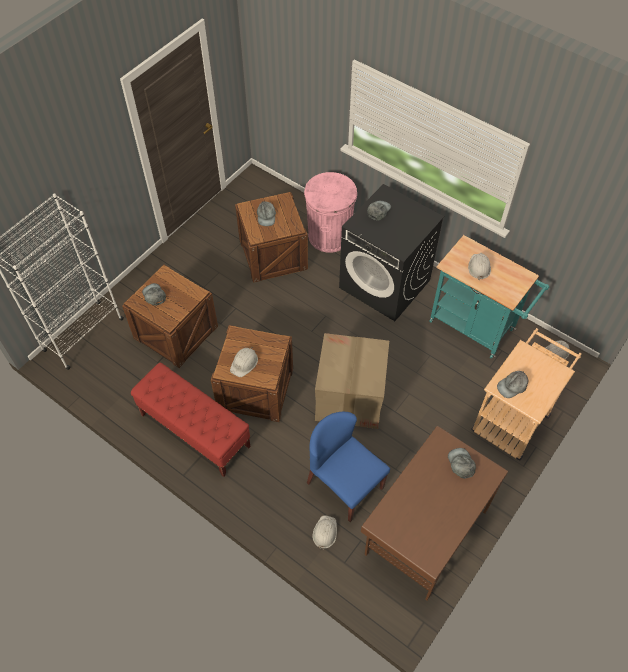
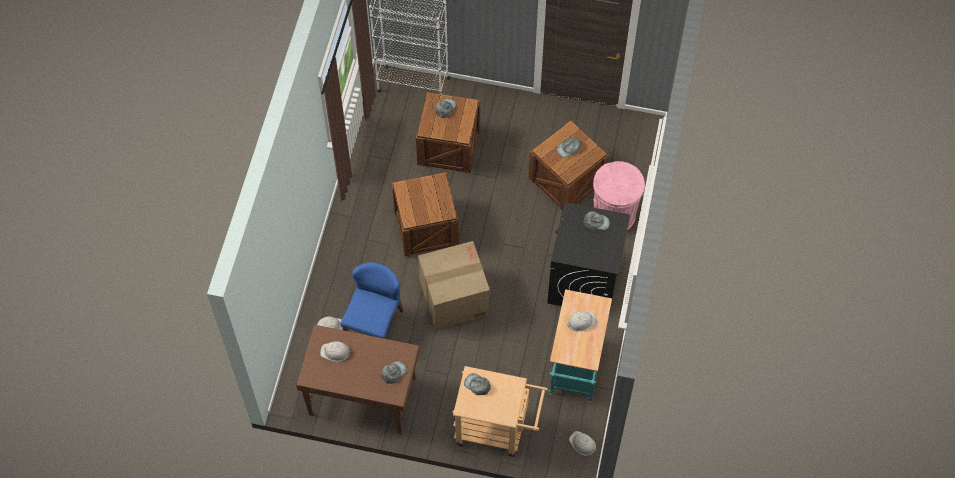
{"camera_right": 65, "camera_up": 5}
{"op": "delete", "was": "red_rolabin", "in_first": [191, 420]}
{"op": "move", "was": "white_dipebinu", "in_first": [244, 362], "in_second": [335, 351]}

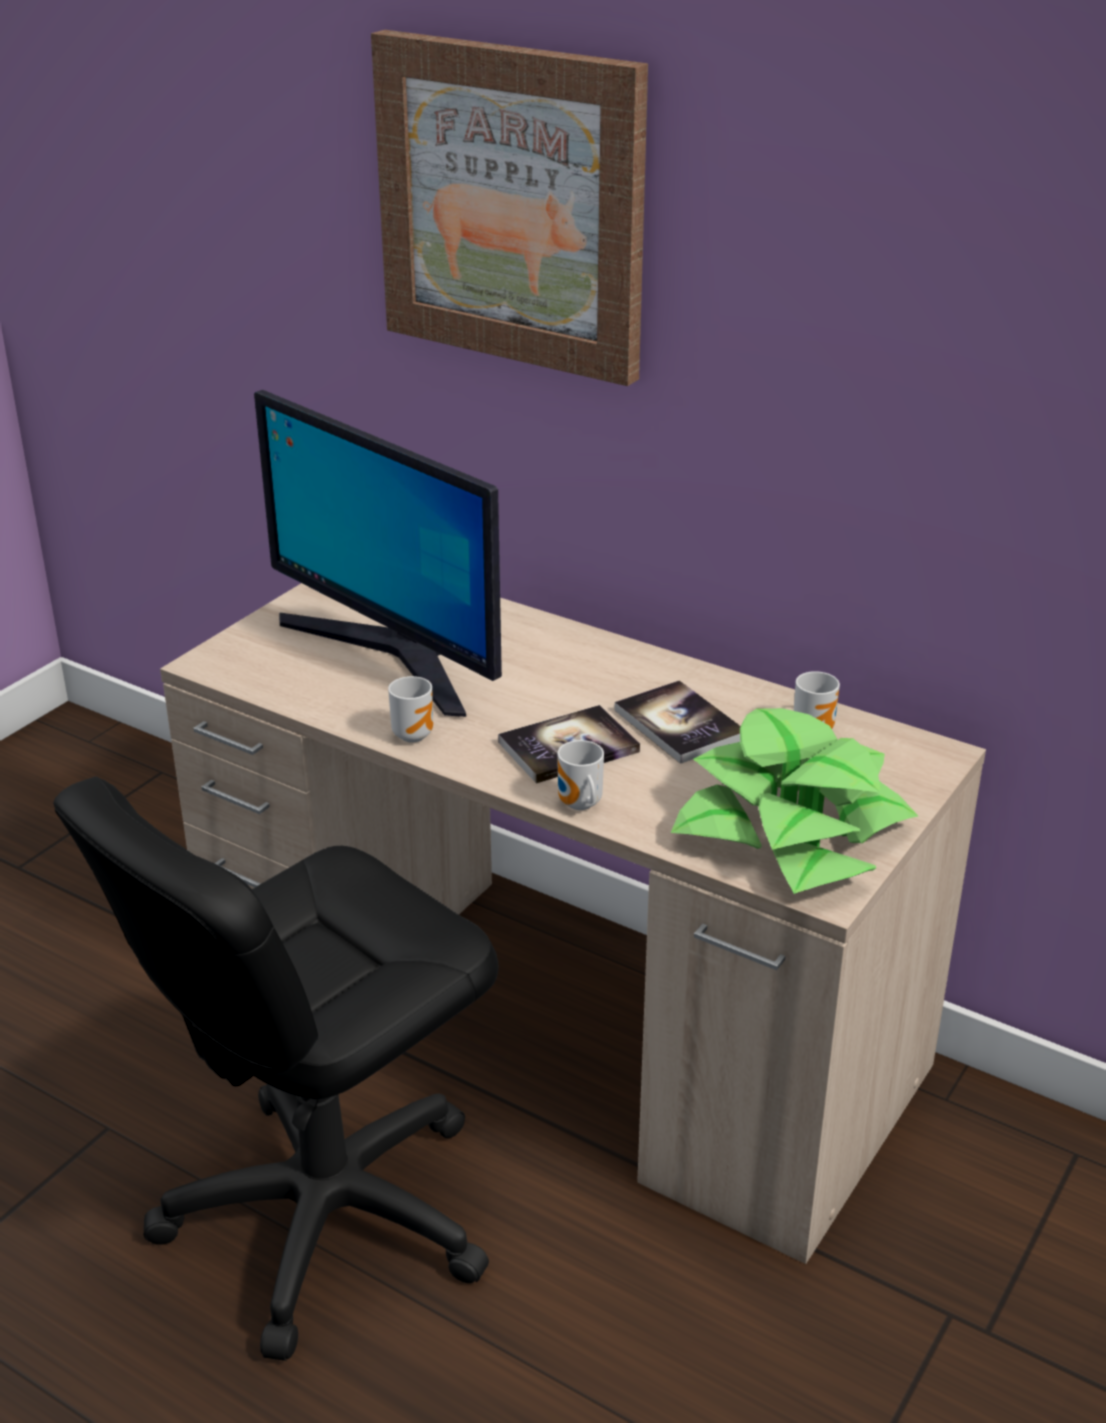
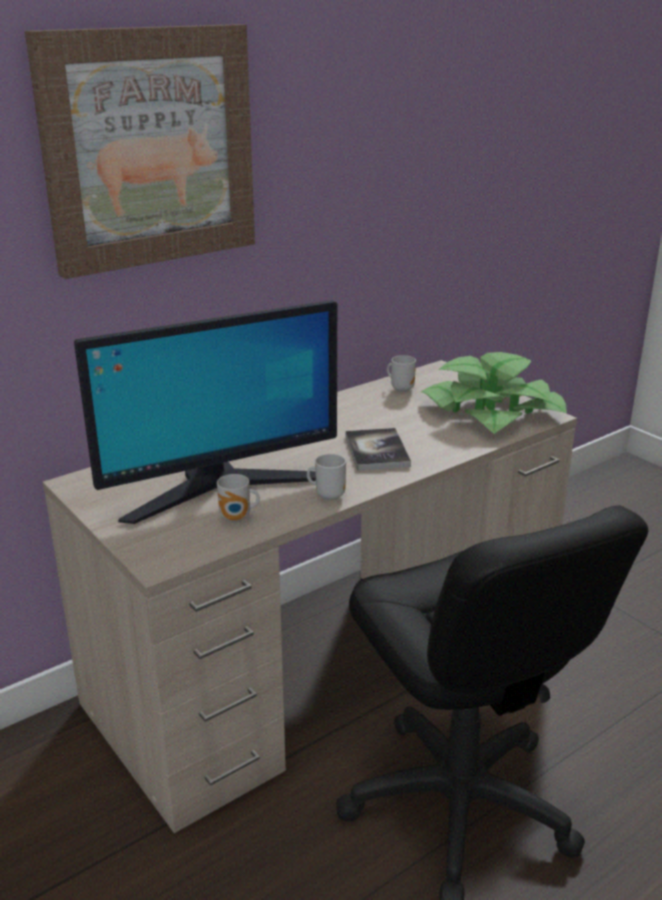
{"camera_right": -70, "camera_up": -5}
{"op": "delete", "was": "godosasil", "in_first": [677, 722]}
{"op": "move", "was": "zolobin", "in_first": [580, 775], "in_second": [238, 498]}

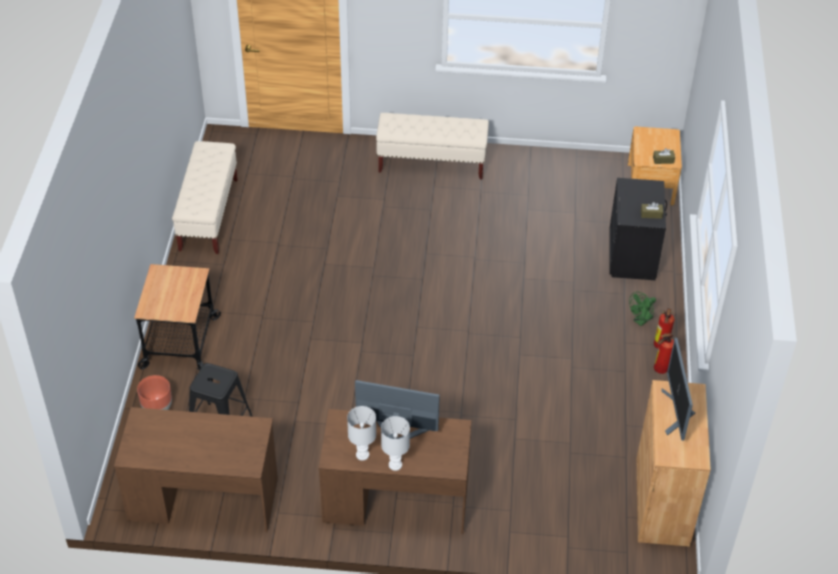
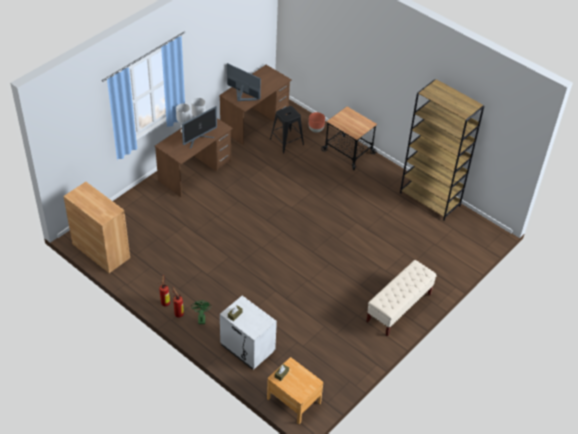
{"camera_right": 125, "camera_up": 0}
{"op": "move", "was": "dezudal", "in_first": [678, 389], "in_second": [244, 82]}
{"op": "replace", "was": "beige_rolabin", "now": "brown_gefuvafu", "in_first": [205, 197], "in_second": [442, 150]}
{"op": "recolor", "was": "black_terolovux", "now": "white_terolovux", "in_first": [638, 229], "in_second": [248, 333]}

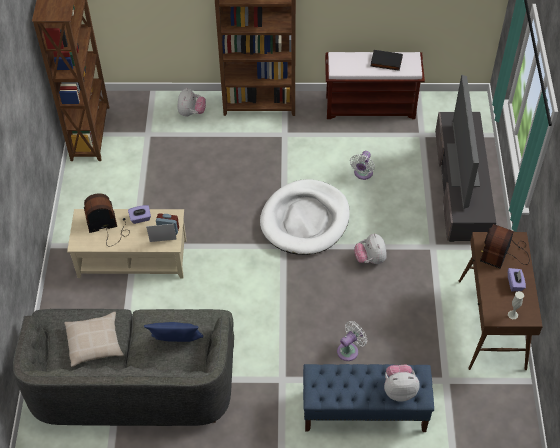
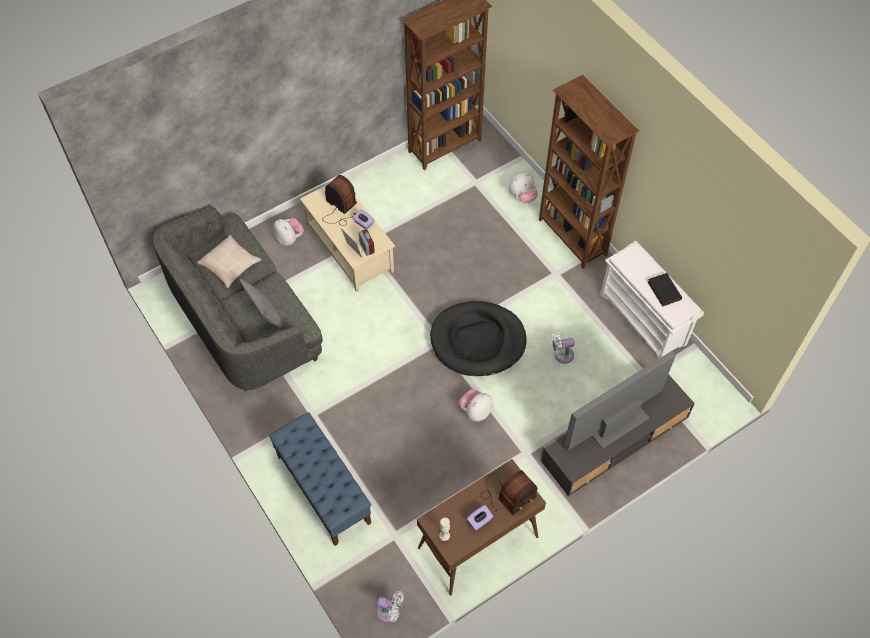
{"camera_right": 55, "camera_up": 5}
{"op": "move", "was": "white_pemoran", "in_first": [352, 341], "in_second": [390, 607]}
{"op": "move", "was": "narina", "in_first": [402, 383], "in_second": [288, 232]}
{"op": "recolor", "was": "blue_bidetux", "now": "grey_bidetux", "in_first": [173, 332], "in_second": [261, 304]}
{"op": "recolor", "was": "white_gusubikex", "now": "black_gusubikex", "in_first": [305, 217], "in_second": [478, 338]}
{"op": "recolor", "was": "brown_rolabin", "now": "white_rolabin", "in_first": [375, 85], "in_second": [652, 300]}
{"op": "rotate", "was": "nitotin", "in_first": [505, 246], "in_second": [509, 492], "clockwise": 150}

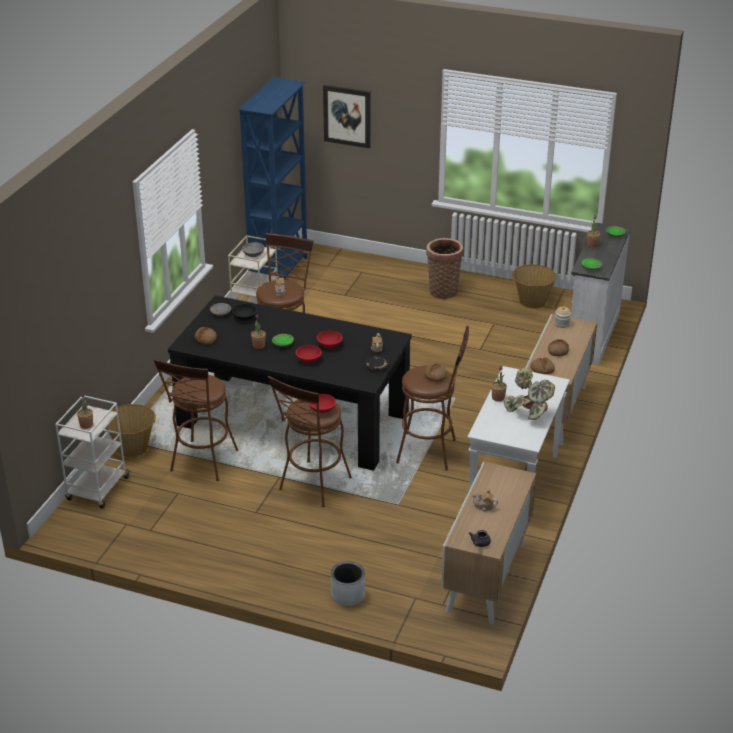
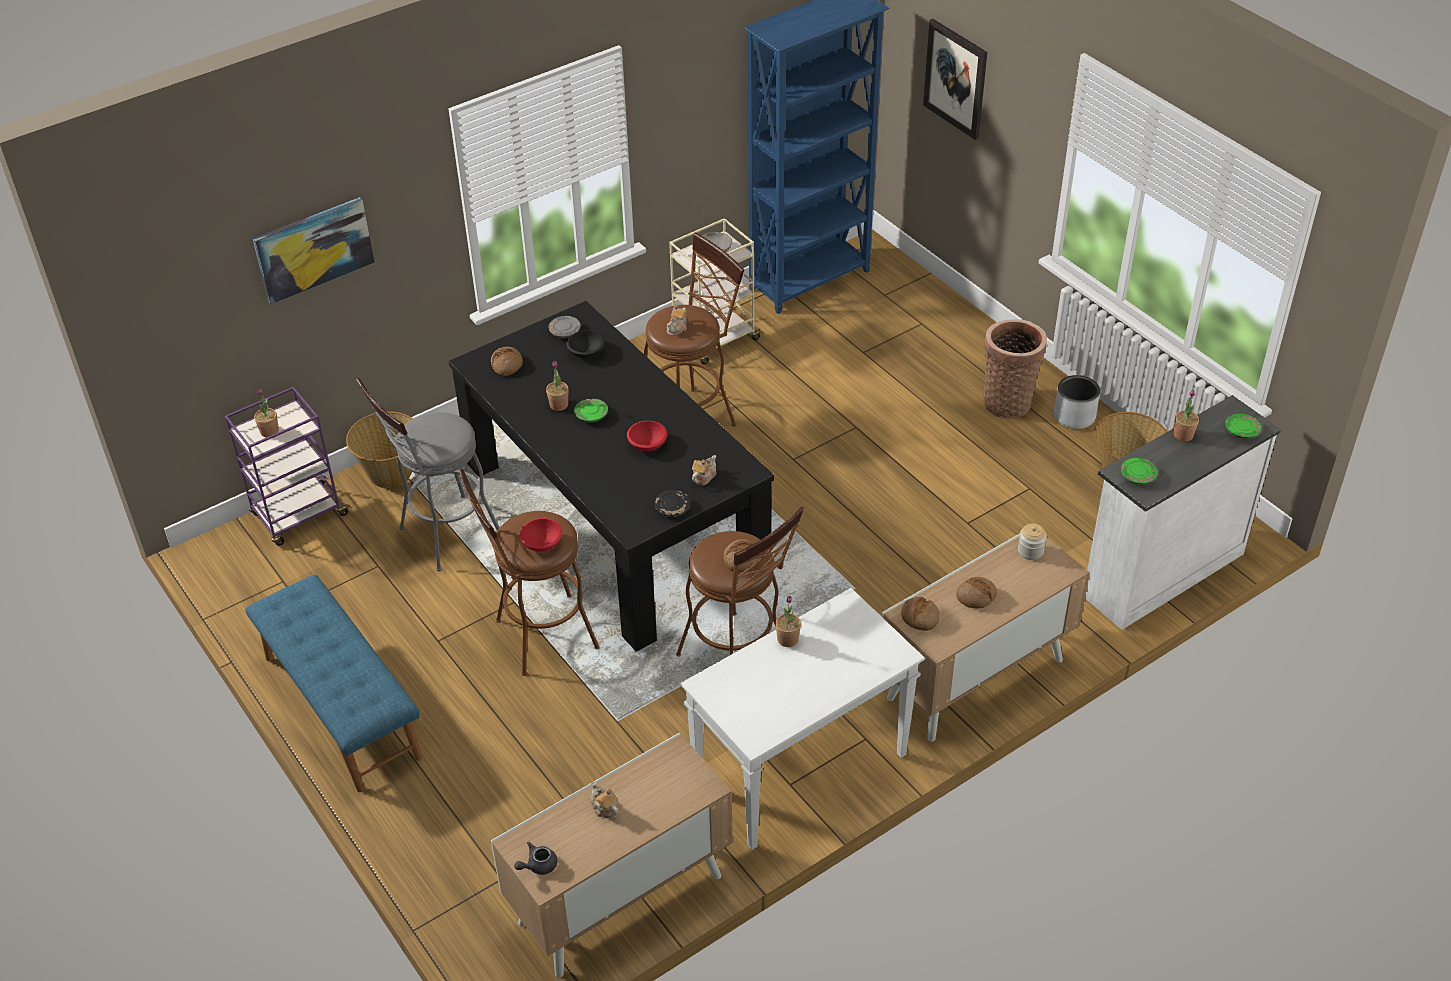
{"camera_right": 35, "camera_up": 10}
{"op": "delete", "was": "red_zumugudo", "in_first": [309, 354]}
{"op": "delete", "was": "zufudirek", "in_first": [529, 394]}
{"op": "insert", "now": "blue_rolabin", "in_second": [334, 683]}
{"op": "insert", "now": "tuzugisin", "in_second": [314, 250]}
{"op": "move", "was": "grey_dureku", "in_first": [348, 583], "in_second": [1077, 402]}
{"op": "recolor", "was": "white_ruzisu", "now": "purple_ruzisu", "in_first": [92, 452], "in_second": [288, 466]}
{"op": "recolor", "was": "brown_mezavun", "now": "grey_mezavun", "in_first": [196, 420], "in_second": [428, 474]}

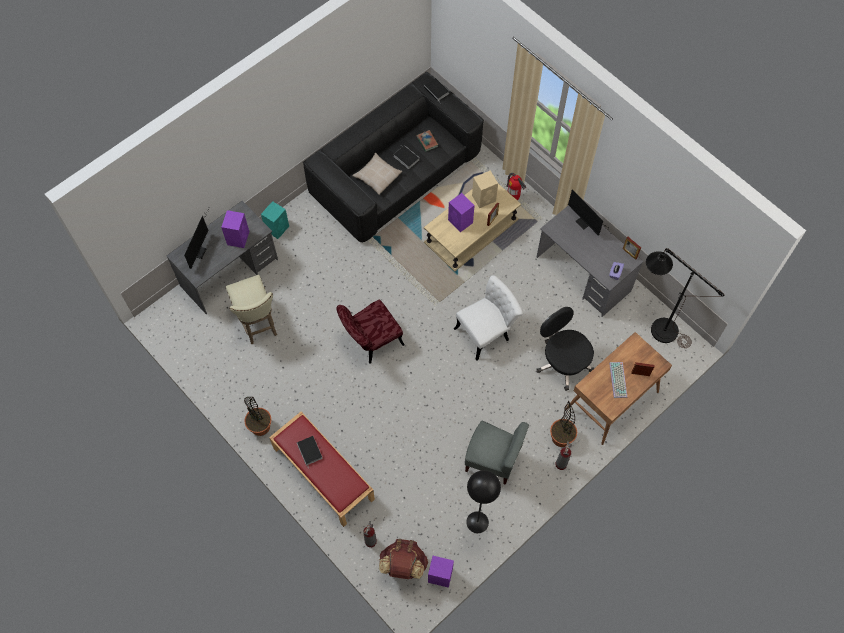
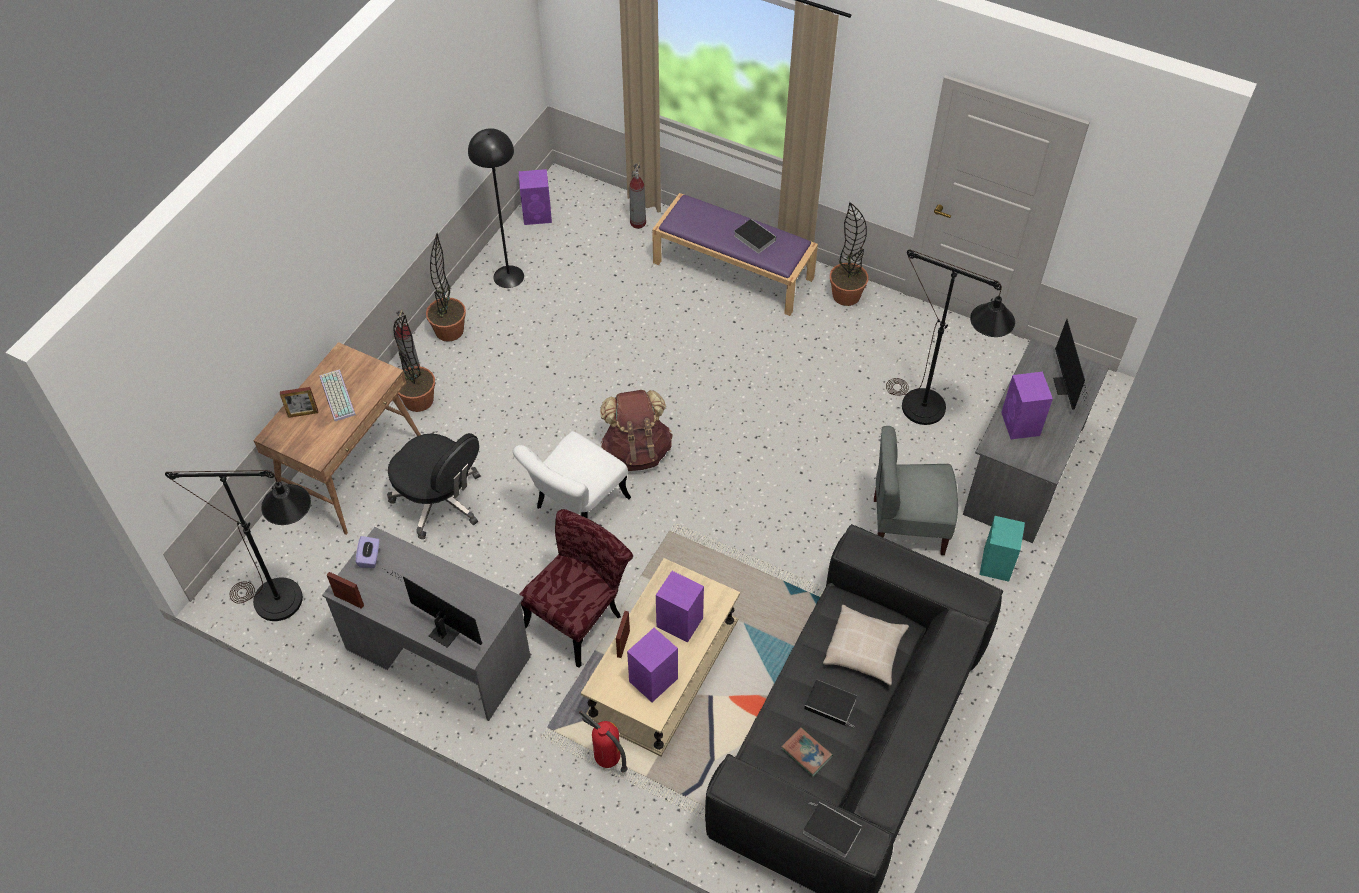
{"camera_right": 160, "camera_up": -10}
{"op": "insert", "now": "zufudirek", "in_second": [446, 287]}
{"op": "move", "was": "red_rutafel", "in_first": [370, 331], "in_second": [576, 588]}
{"op": "move", "was": "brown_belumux", "in_first": [403, 559], "in_second": [636, 430]}
{"op": "move", "was": "grey_rutafel", "in_first": [497, 453], "in_second": [916, 490]}
{"op": "replace", "was": "beige_mezavun", "now": "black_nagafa", "in_first": [251, 309], "in_second": [950, 337]}
{"op": "recolor", "was": "red_rolabin", "now": "purple_rolabin", "in_first": [322, 469], "in_second": [735, 254]}
{"op": "recolor", "was": "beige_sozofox", "now": "purple_sozofox", "in_first": [485, 189], "in_second": [652, 665]}

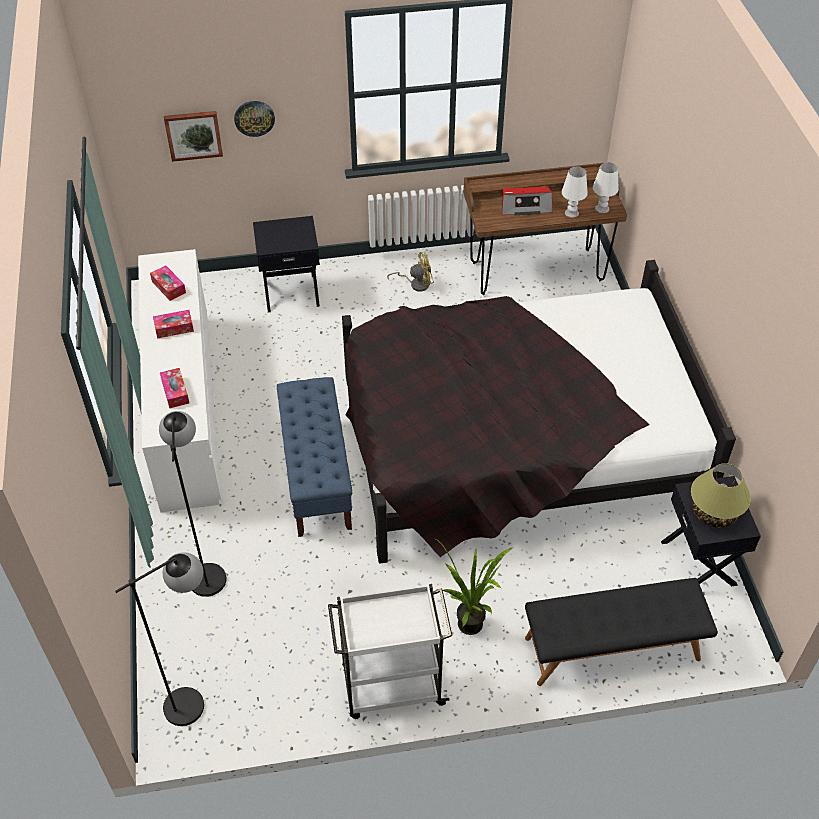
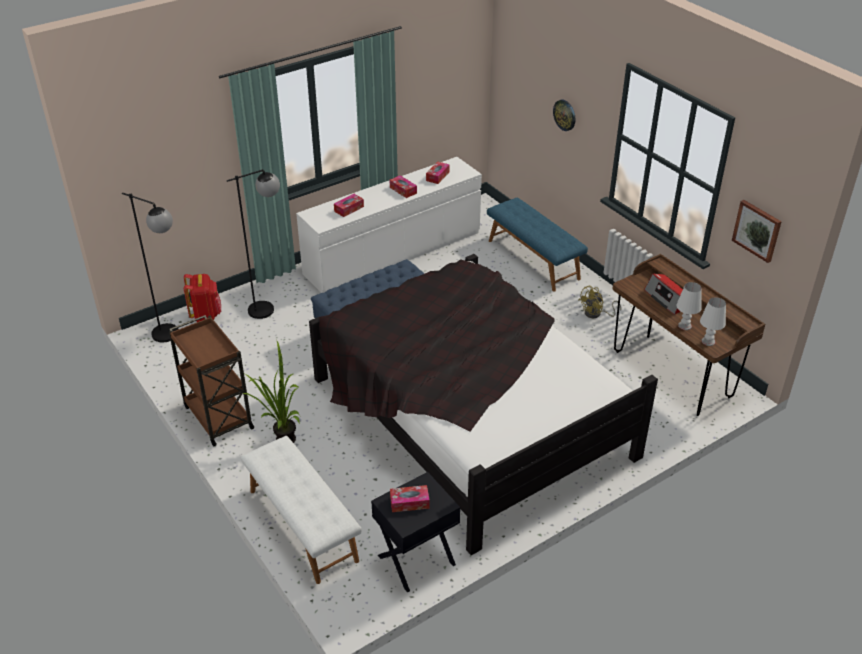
{"camera_right": 65, "camera_up": -10}
{"op": "insert", "now": "red_belumux", "in_second": [202, 298]}
{"op": "move", "was": "tuzugisin", "in_first": [193, 136], "in_second": [757, 231]}
{"op": "replace", "was": "black_terolovux", "now": "blue_rolabin", "in_first": [286, 264], "in_second": [537, 245]}
{"op": "replace", "was": "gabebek", "now": "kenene", "in_first": [721, 495], "in_second": [410, 498]}
{"op": "recolor", "was": "white_ruzisu", "now": "brown_ruzisu", "in_first": [390, 651], "in_second": [211, 380]}
{"op": "recolor", "was": "black_rolabin", "now": "white_rolabin", "in_first": [621, 632], "in_second": [301, 510]}
{"op": "rotate", "was": "yellow_pemoran", "in_first": [410, 272], "in_second": [599, 302], "clockwise": 90}

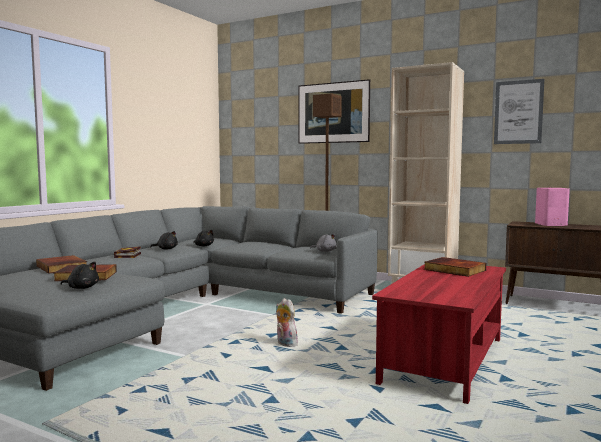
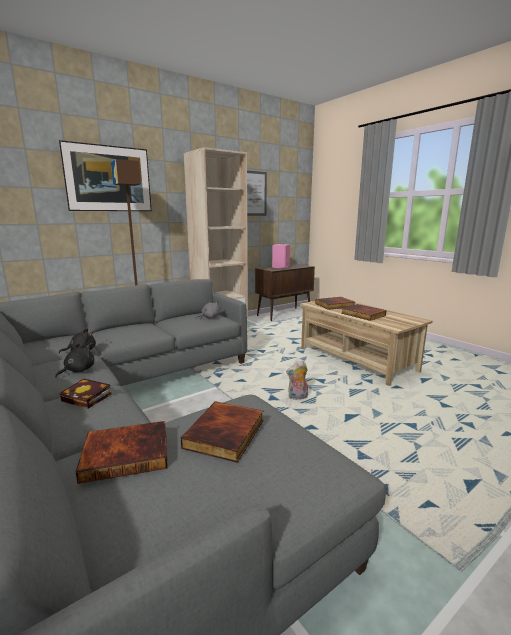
{"camera_right": -65, "camera_up": 10}
{"op": "delete", "was": "black_narina", "in_first": [79, 275]}
{"op": "insert", "now": "godosasil", "in_second": [363, 312]}
{"op": "recolor", "was": "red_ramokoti", "now": "beige_ramokoti", "in_first": [439, 334], "in_second": [366, 341]}

